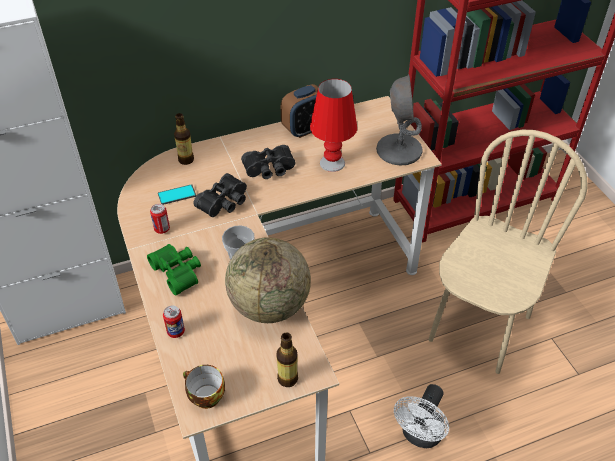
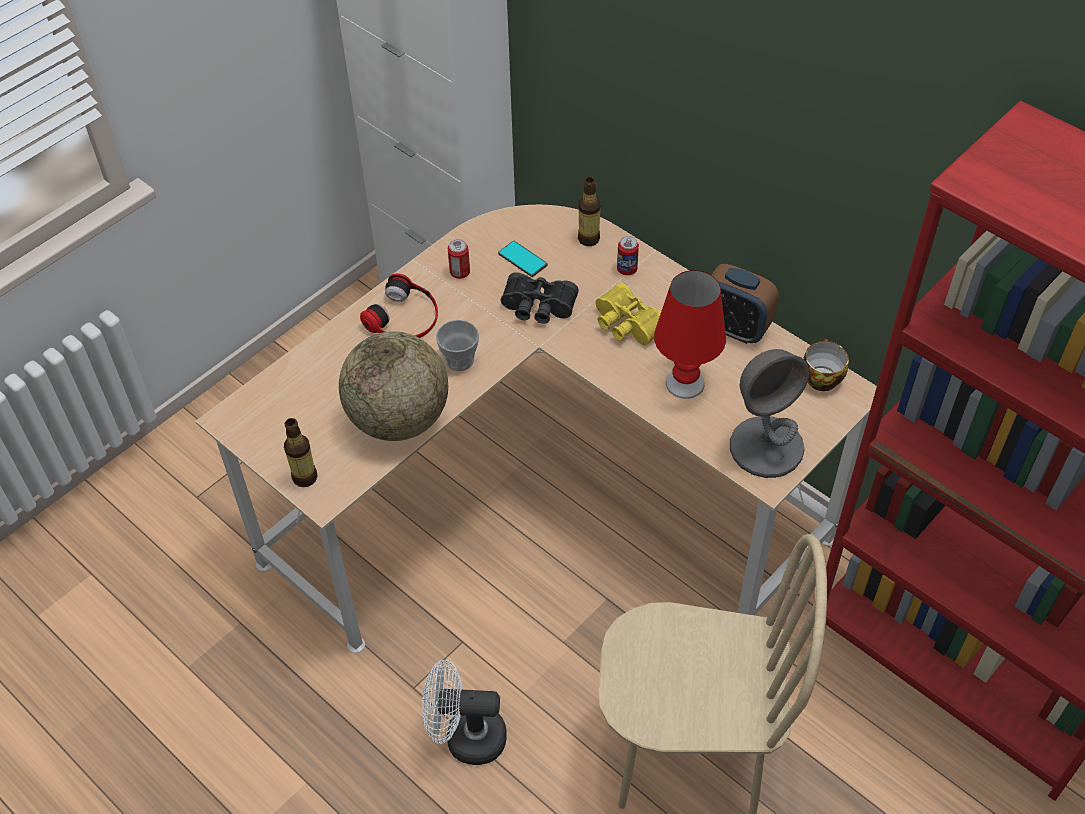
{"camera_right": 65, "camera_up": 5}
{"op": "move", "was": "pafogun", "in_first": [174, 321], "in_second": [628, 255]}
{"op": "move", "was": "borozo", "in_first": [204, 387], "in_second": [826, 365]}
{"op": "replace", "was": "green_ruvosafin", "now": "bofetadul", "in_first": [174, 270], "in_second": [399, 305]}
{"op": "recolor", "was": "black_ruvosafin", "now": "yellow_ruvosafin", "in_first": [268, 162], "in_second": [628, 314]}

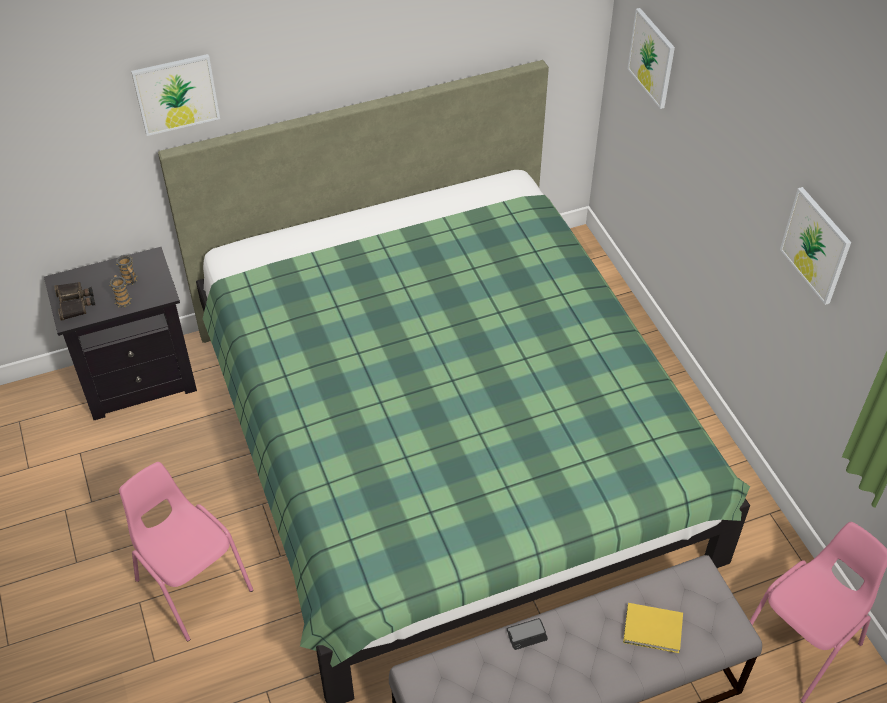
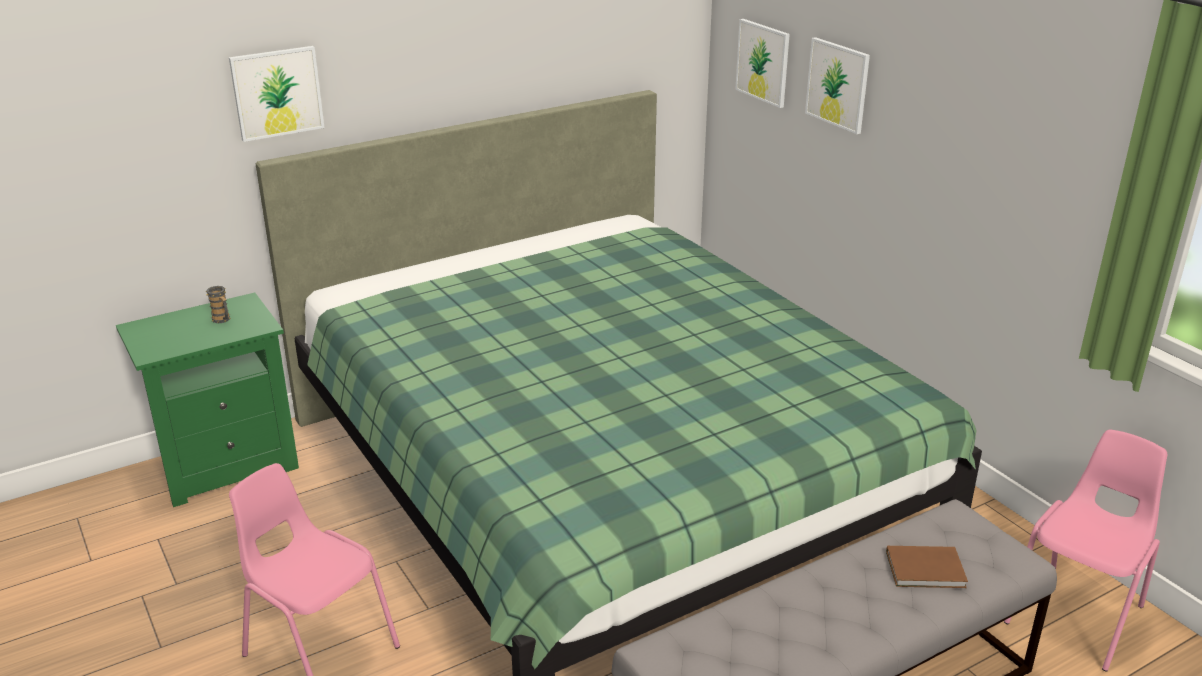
{"camera_right": -10, "camera_up": -20}
{"op": "delete", "was": "ruvosafin", "in_first": [74, 301]}
{"op": "delete", "was": "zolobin", "in_first": [120, 291]}
{"op": "delete", "was": "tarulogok", "in_first": [527, 634]}
{"op": "move", "was": "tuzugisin", "in_first": [815, 246], "in_second": [837, 85]}
{"op": "recolor", "was": "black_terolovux", "now": "green_terolovux", "in_first": [120, 333], "in_second": [207, 400]}
{"op": "recolor", "was": "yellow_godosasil", "now": "brown_godosasil", "in_first": [653, 628], "in_second": [927, 567]}

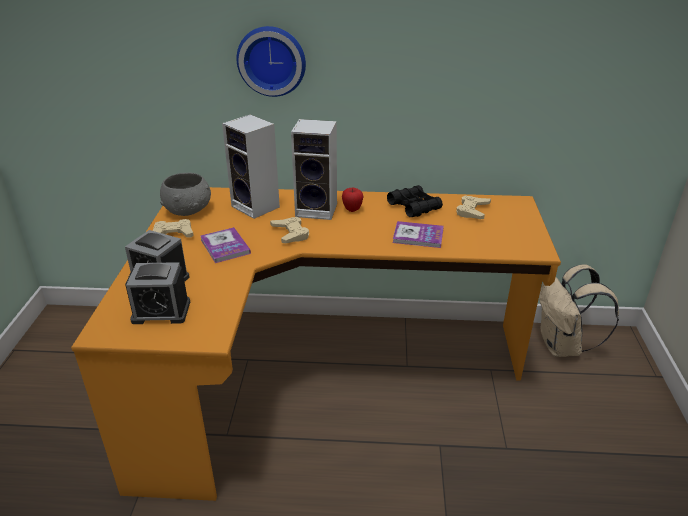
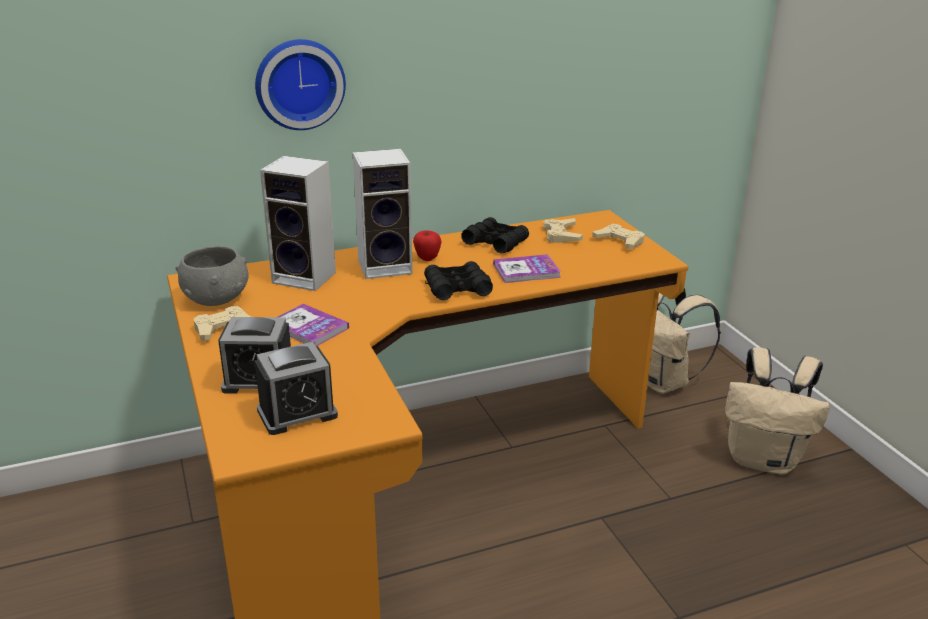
{"camera_right": -25, "camera_up": -5}
{"op": "insert", "now": "black_ruvosafin", "in_second": [458, 280]}
{"op": "insert", "now": "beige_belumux", "in_second": [777, 411]}
{"op": "move", "was": "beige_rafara", "in_first": [289, 230], "in_second": [618, 236]}

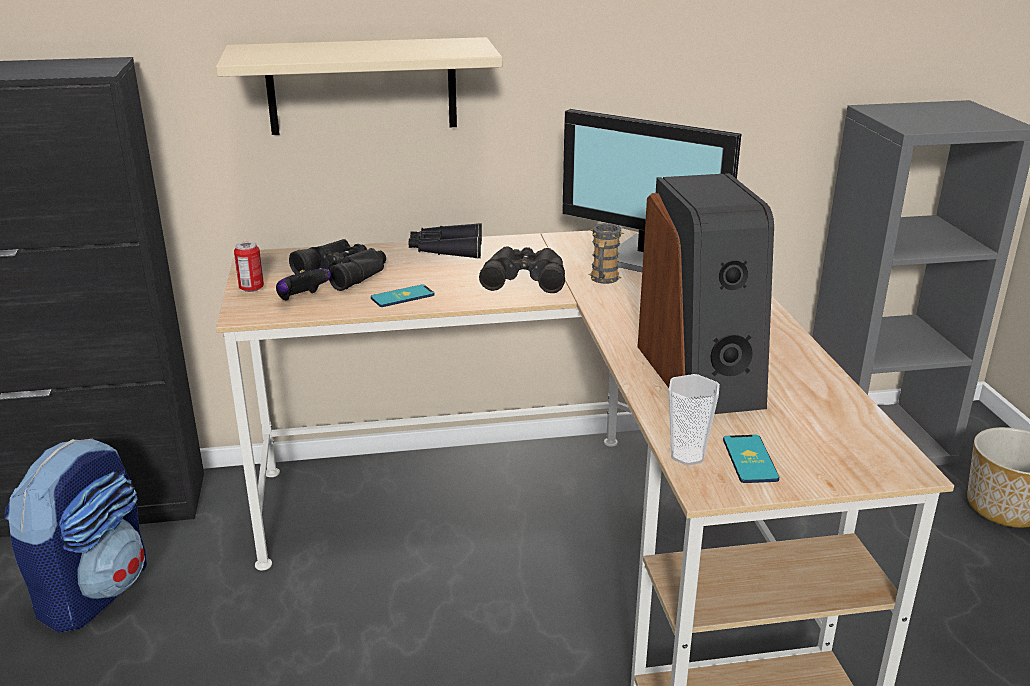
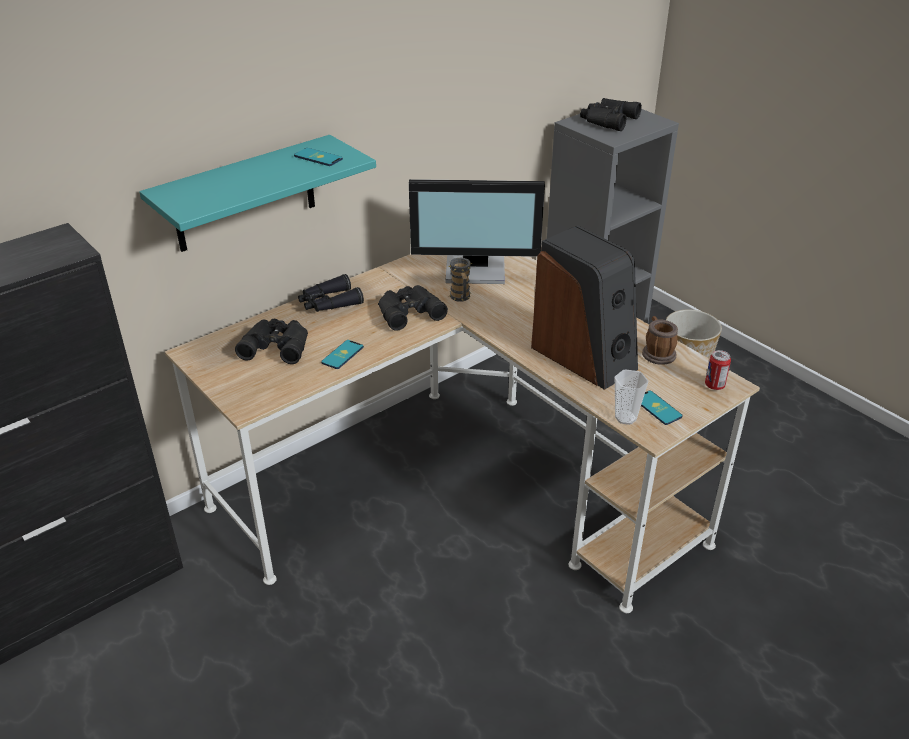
{"camera_right": -30, "camera_up": 10}
{"op": "delete", "was": "belumux", "in_first": [75, 535]}
{"op": "delete", "was": "rafara", "in_first": [303, 285]}
{"op": "insert", "now": "tarulogok", "in_second": [318, 157]}
{"op": "insert", "now": "black_ruvosafin", "in_second": [611, 114]}
{"op": "insert", "now": "zolobin", "in_second": [660, 340]}
{"op": "move", "was": "pafogun", "in_first": [249, 266], "in_second": [718, 370]}
{"op": "recolor", "was": "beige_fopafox", "now": "turquoise_fopafox", "in_first": [359, 86], "in_second": [257, 193]}

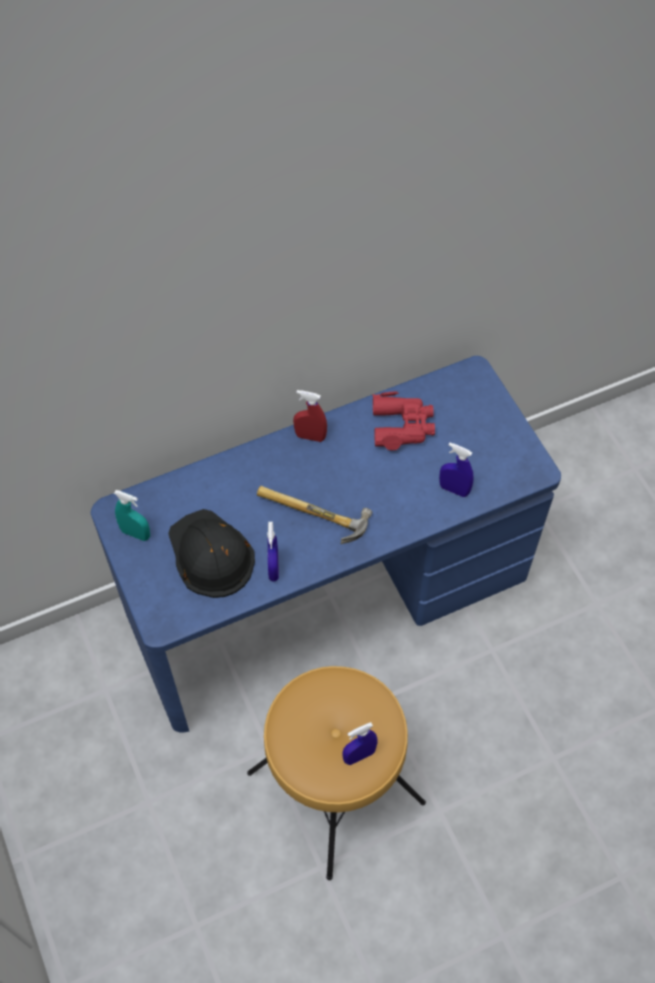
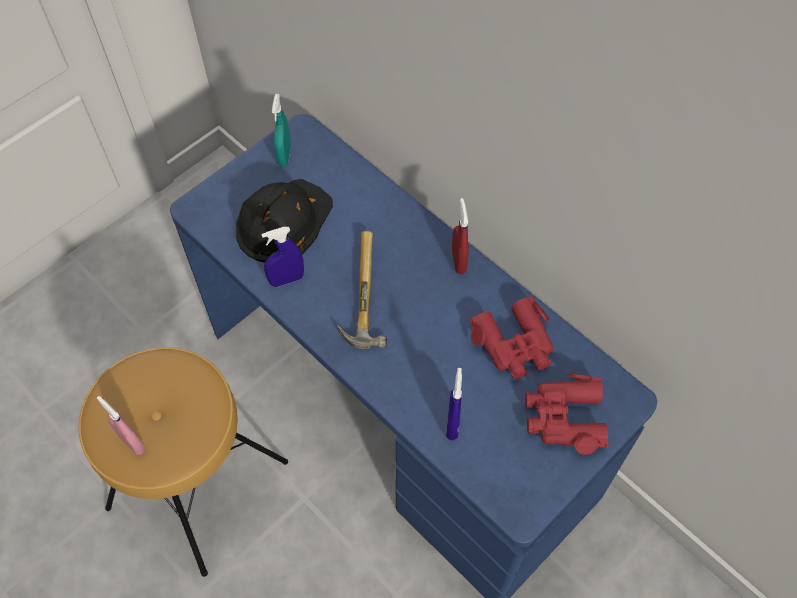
{"camera_right": 70, "camera_up": 0}
{"op": "insert", "now": "red_ruvosafin", "in_second": [567, 414]}
{"op": "recolor", "was": "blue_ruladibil", "now": "pink_ruladibil", "in_first": [359, 743], "in_second": [121, 425]}

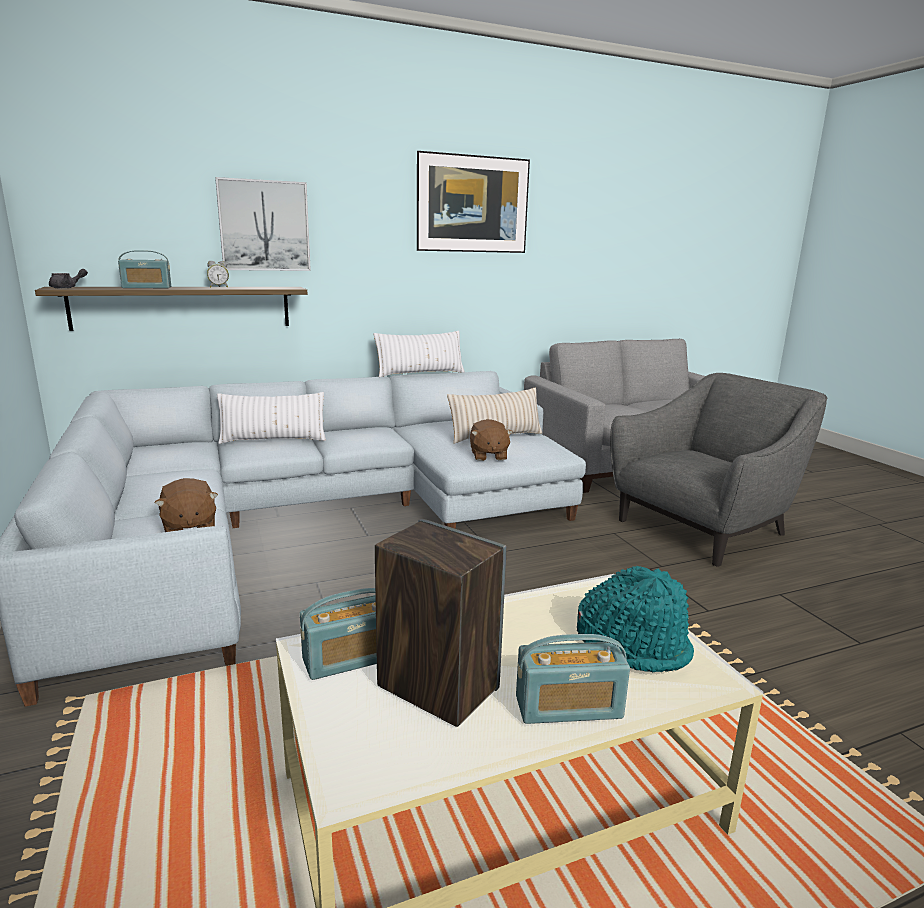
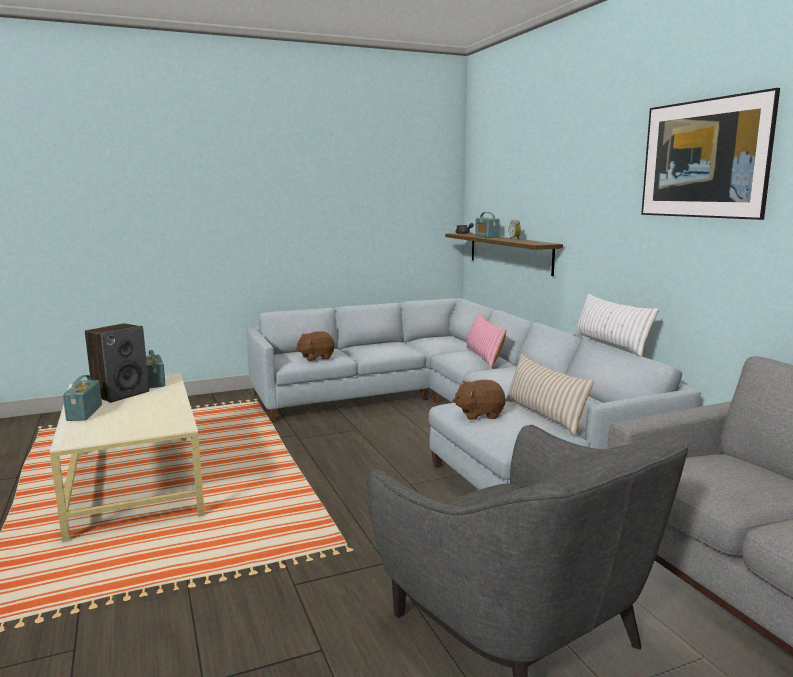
{"camera_right": 90, "camera_up": -5}
{"op": "delete", "was": "tuzugisin", "in_first": [263, 224]}
{"op": "delete", "was": "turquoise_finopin", "in_first": [635, 619]}
{"op": "recolor", "was": "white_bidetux", "now": "pink_bidetux", "in_first": [271, 418], "in_second": [486, 341]}

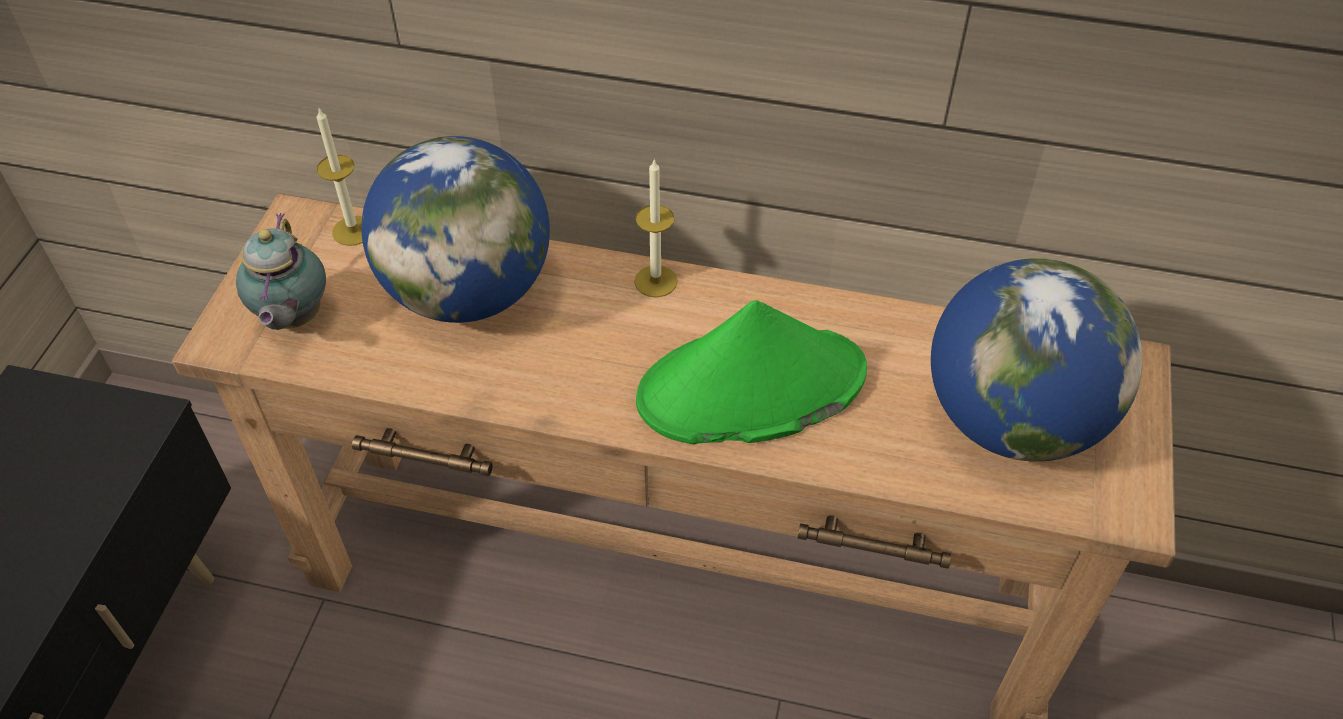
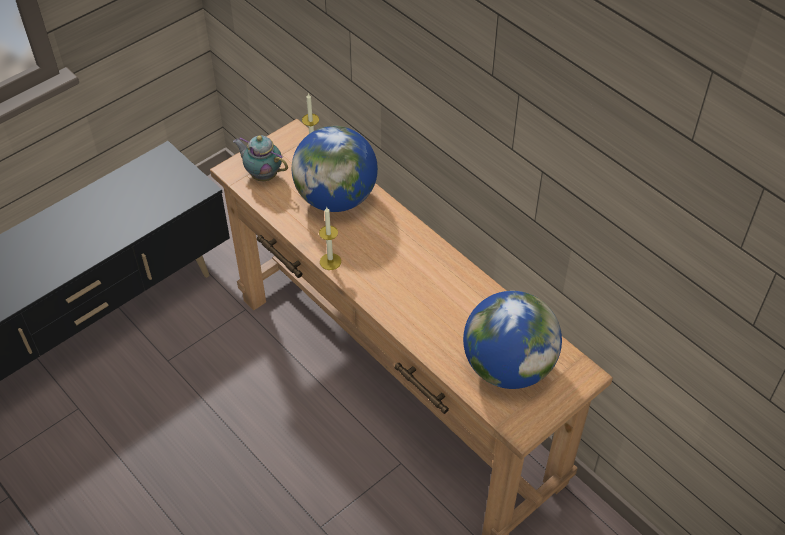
{"camera_right": 35, "camera_up": 0}
{"op": "delete", "was": "green_finopin", "in_first": [751, 372]}
{"op": "move", "was": "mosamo", "in_first": [656, 228], "in_second": [330, 238]}
{"op": "rotate", "was": "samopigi", "in_first": [281, 271], "in_second": [260, 158], "clockwise": 90}

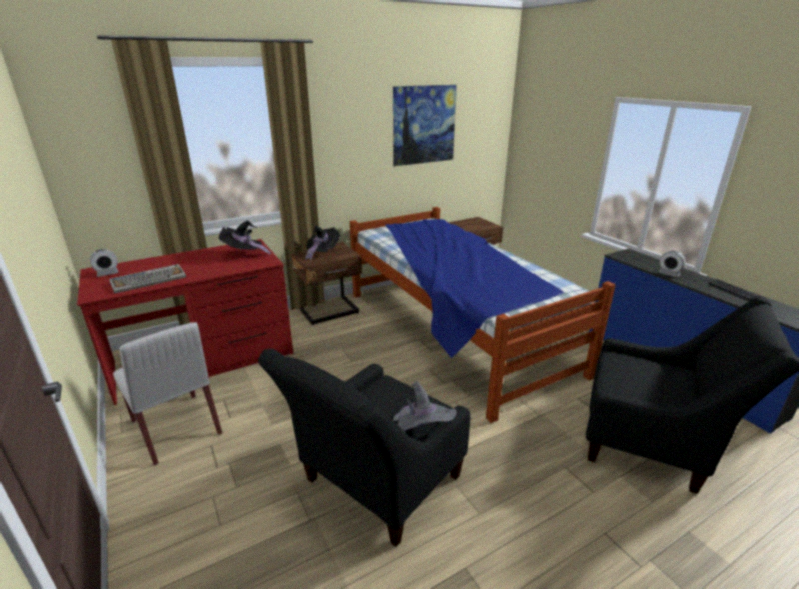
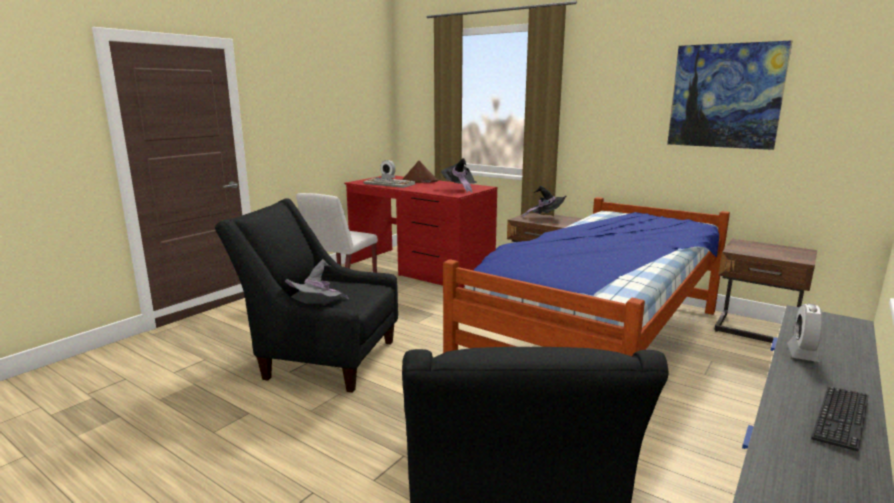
{"camera_right": 65, "camera_up": -10}
{"op": "insert", "now": "brown_finopin", "in_second": [420, 171]}

